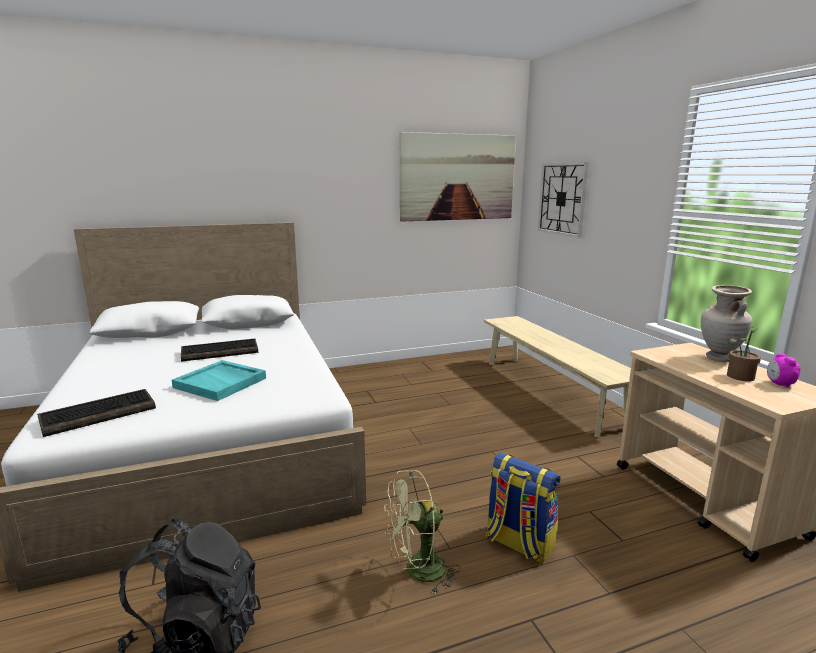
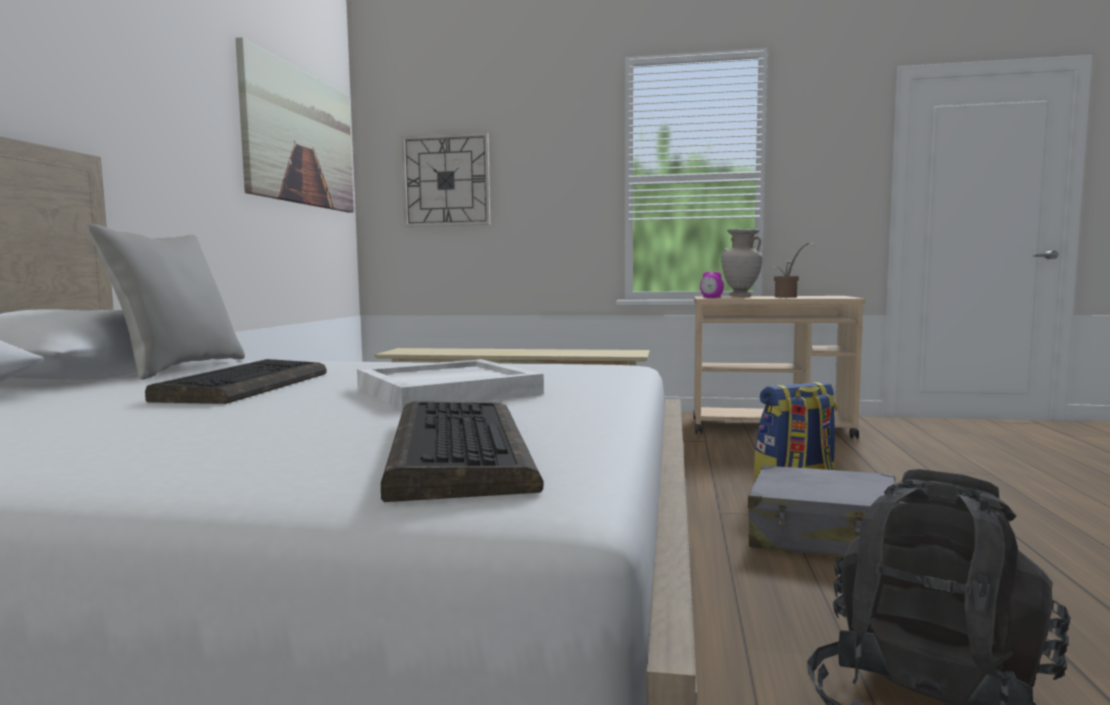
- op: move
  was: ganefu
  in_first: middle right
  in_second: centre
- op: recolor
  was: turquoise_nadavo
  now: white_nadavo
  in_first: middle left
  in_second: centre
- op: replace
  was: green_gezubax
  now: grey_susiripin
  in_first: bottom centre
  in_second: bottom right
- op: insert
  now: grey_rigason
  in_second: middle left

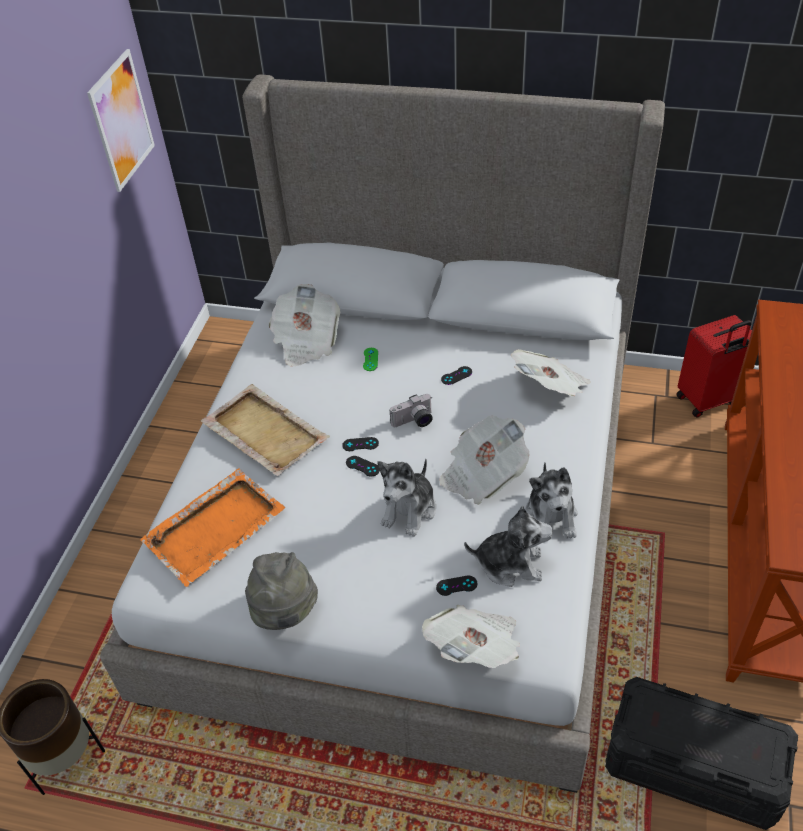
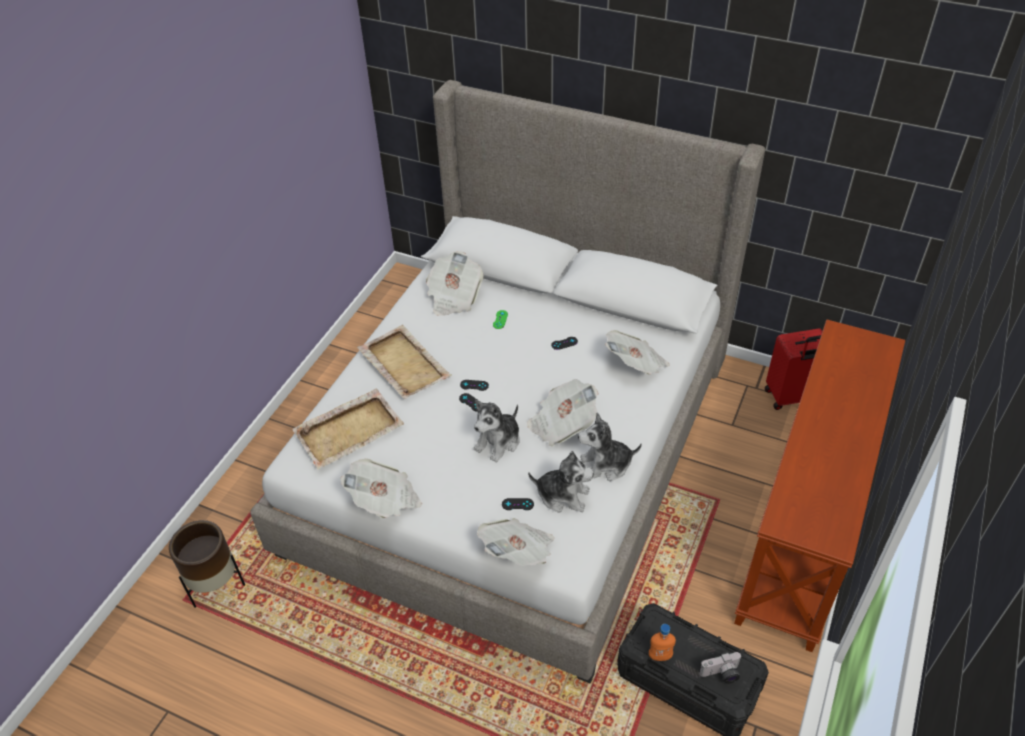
- op: delete
  was: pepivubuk
  in_first: top left
- op: move
  was: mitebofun
  in_first: centre
  in_second: bottom right
- op: rotate
  was: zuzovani (3rd from left)
  in_first: middle right
  in_second: centre
  clockwise: 75
- op: recolor
  was: orange_nadavo
  now: beige_nadavo (1st from left)
  in_first: middle left
  in_second: centre
- op: replace
  was: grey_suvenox
  now: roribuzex (1st from left)
  in_first: bottom centre
  in_second: centre
- op: insert
  now: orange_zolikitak
  in_second: bottom centre

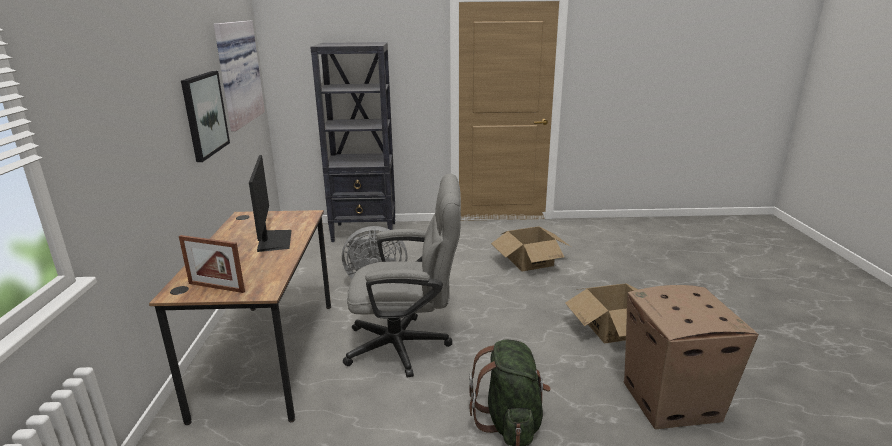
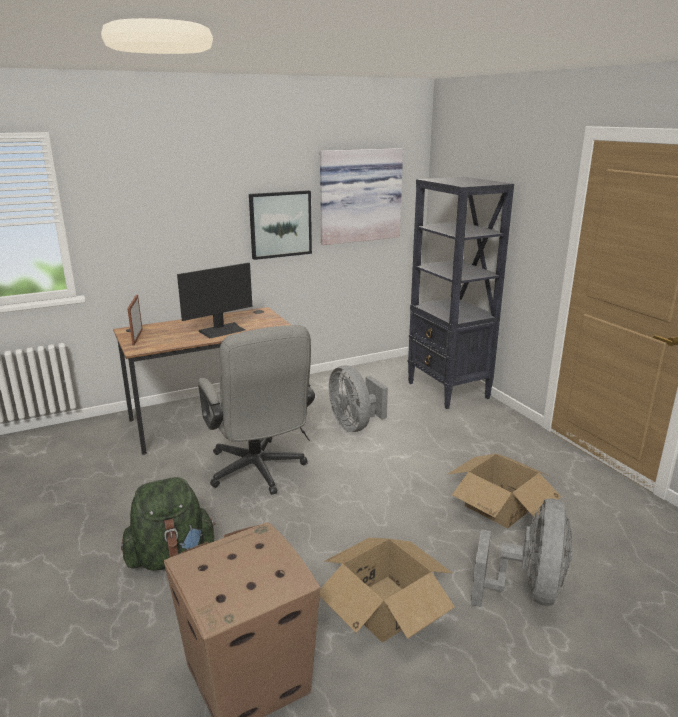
- op: insert
  now: grey_gezubax (2nd from left)
  in_second: bottom right

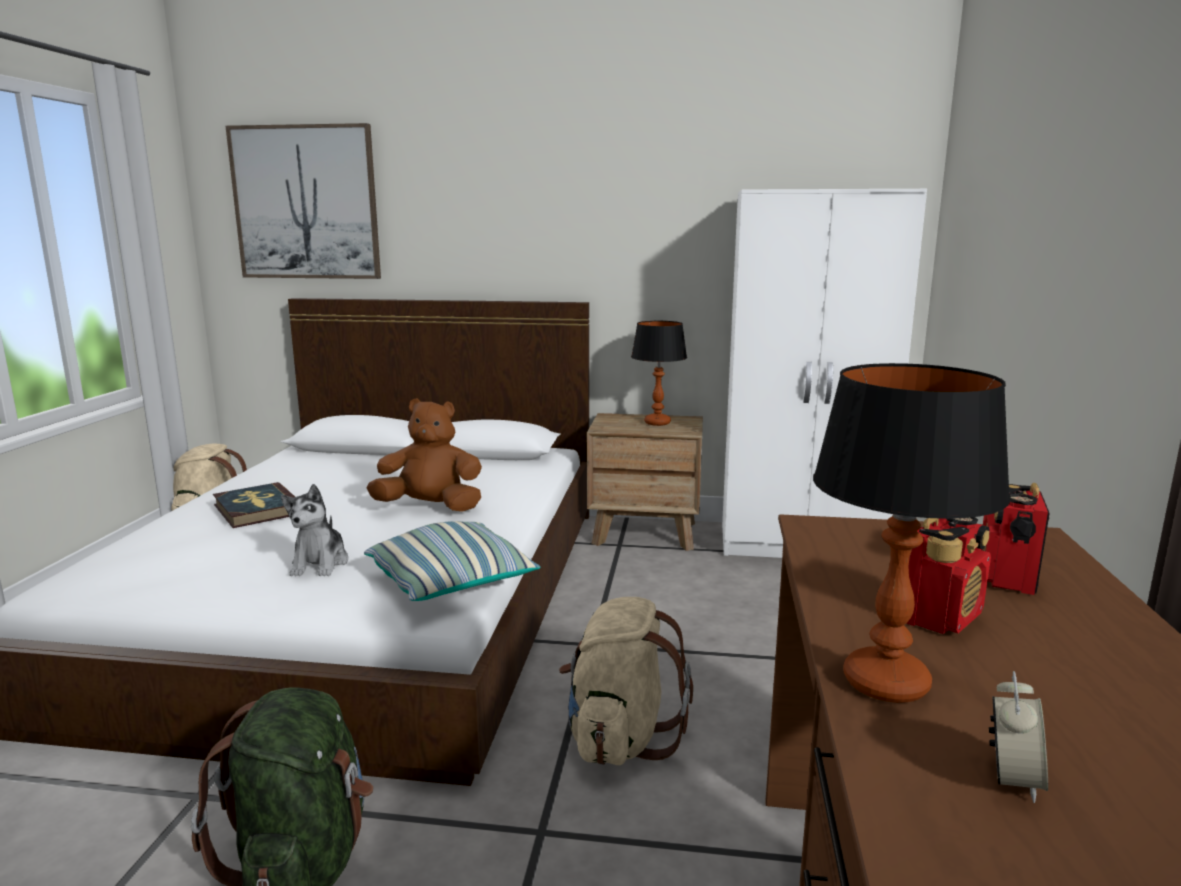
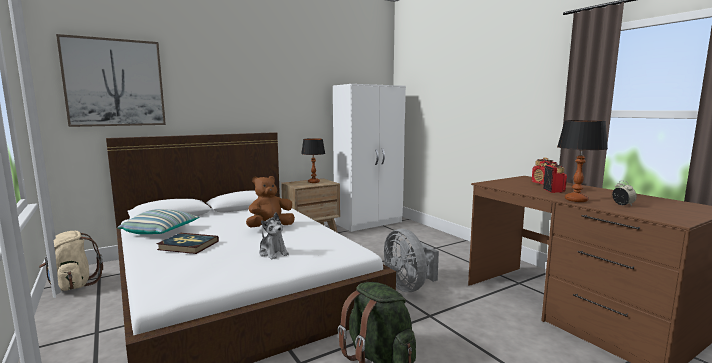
- op: move
  was: rigason
  in_first: centre
  in_second: middle left
- op: replace
  was: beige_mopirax (2nd from left)
  now: grey_gezubax
  in_first: bottom centre
  in_second: bottom centre

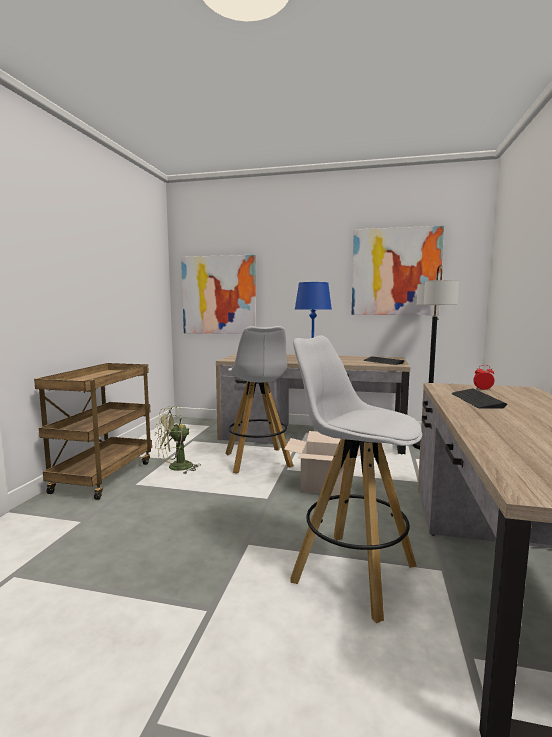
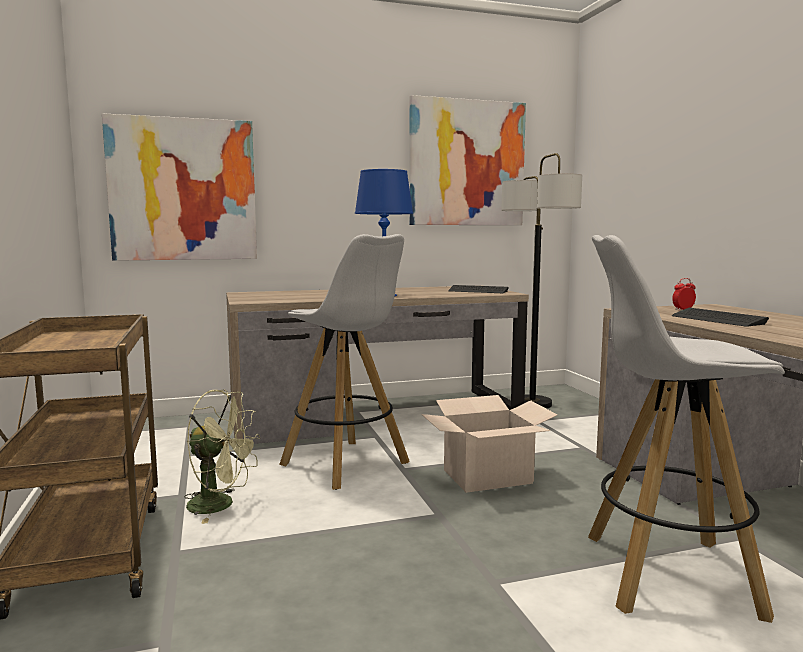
- op: rotate
  was: green_gezubax
  in_first: middle left
  in_second: bottom left
  clockwise: -105

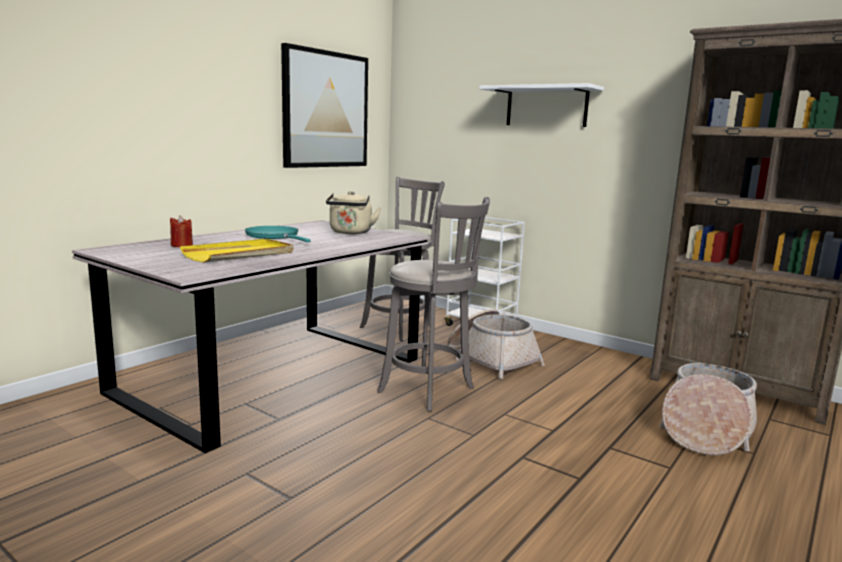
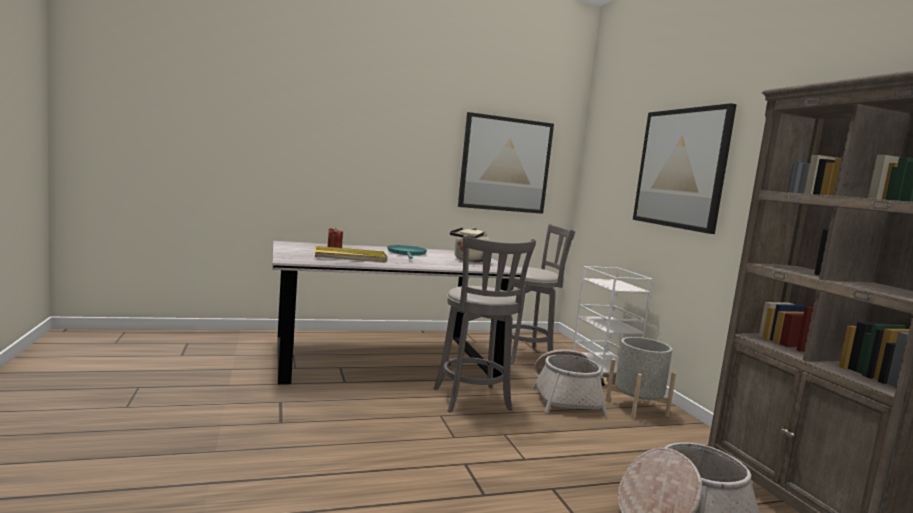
- op: replace
  was: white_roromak
  now: pepivubuk (2nd from left)
  in_first: top centre
  in_second: top right
- op: insert
  now: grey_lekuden
  in_second: bottom right

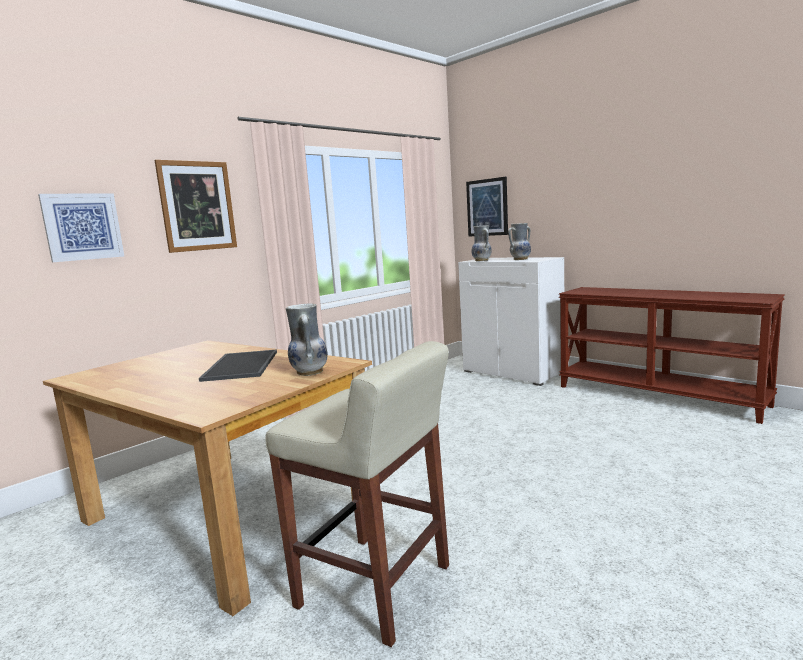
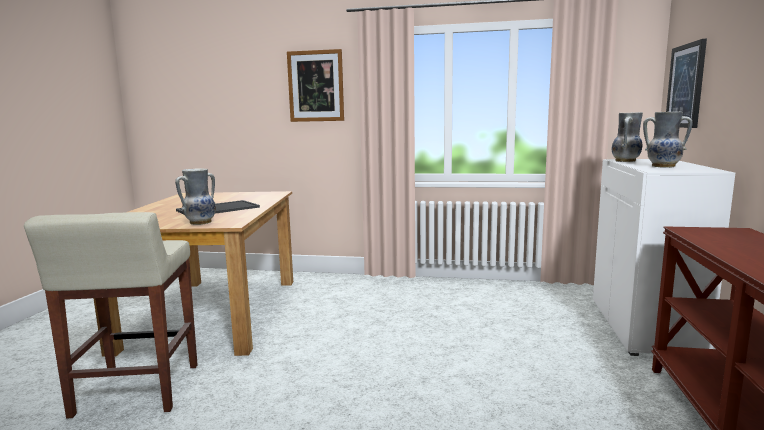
- op: delete
  was: pepivubuk (1st from left)
  in_first: middle left

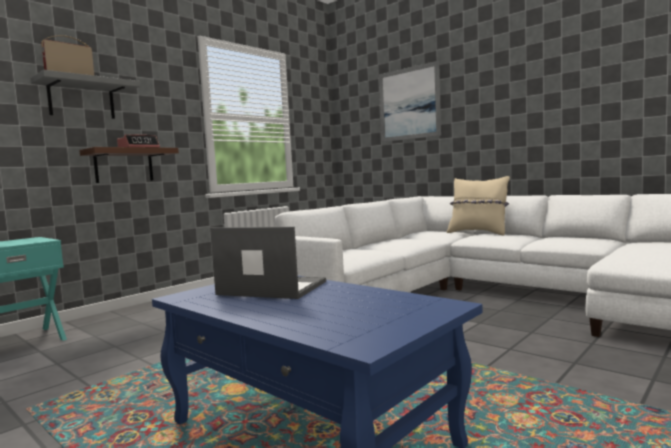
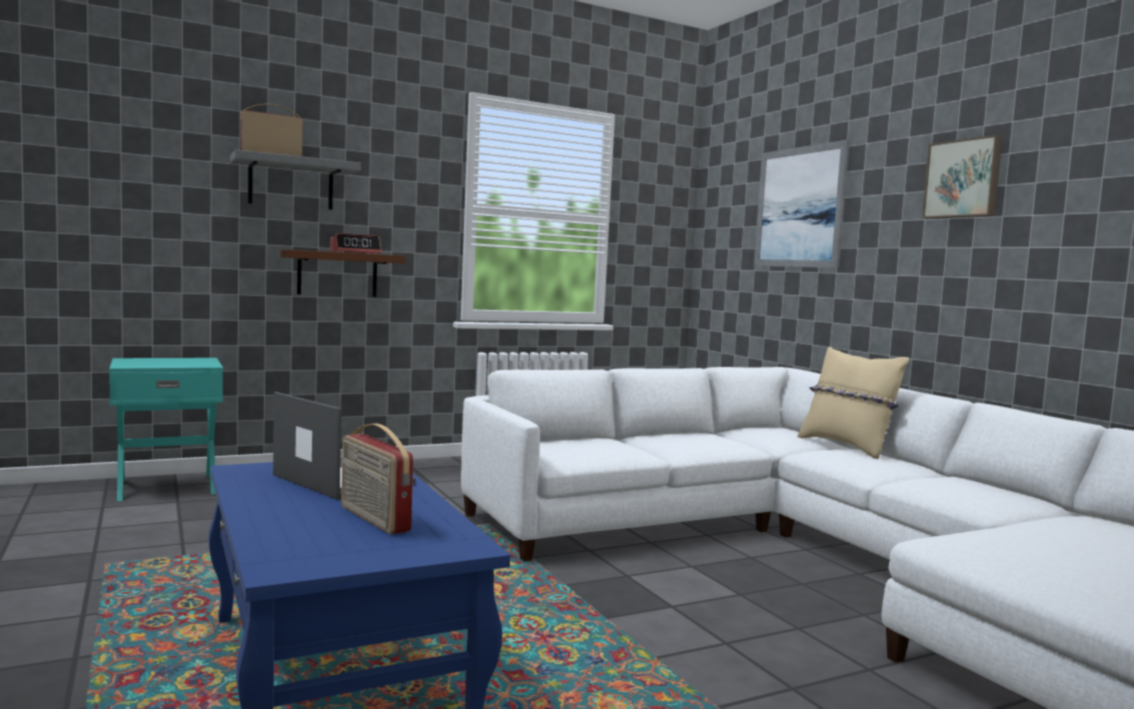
- op: insert
  now: pepivubuk (2nd from left)
  in_second: top right
- op: insert
  now: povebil (2nd from left)
  in_second: bottom left

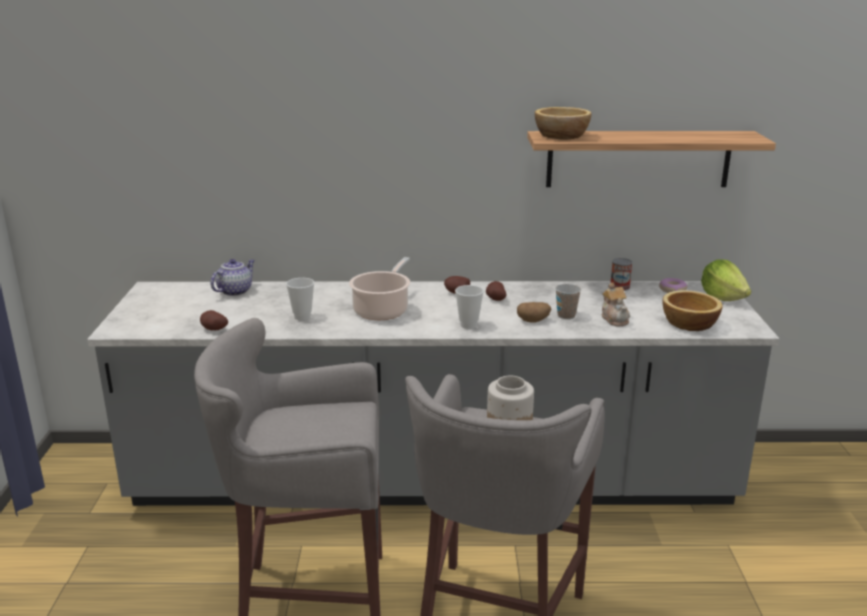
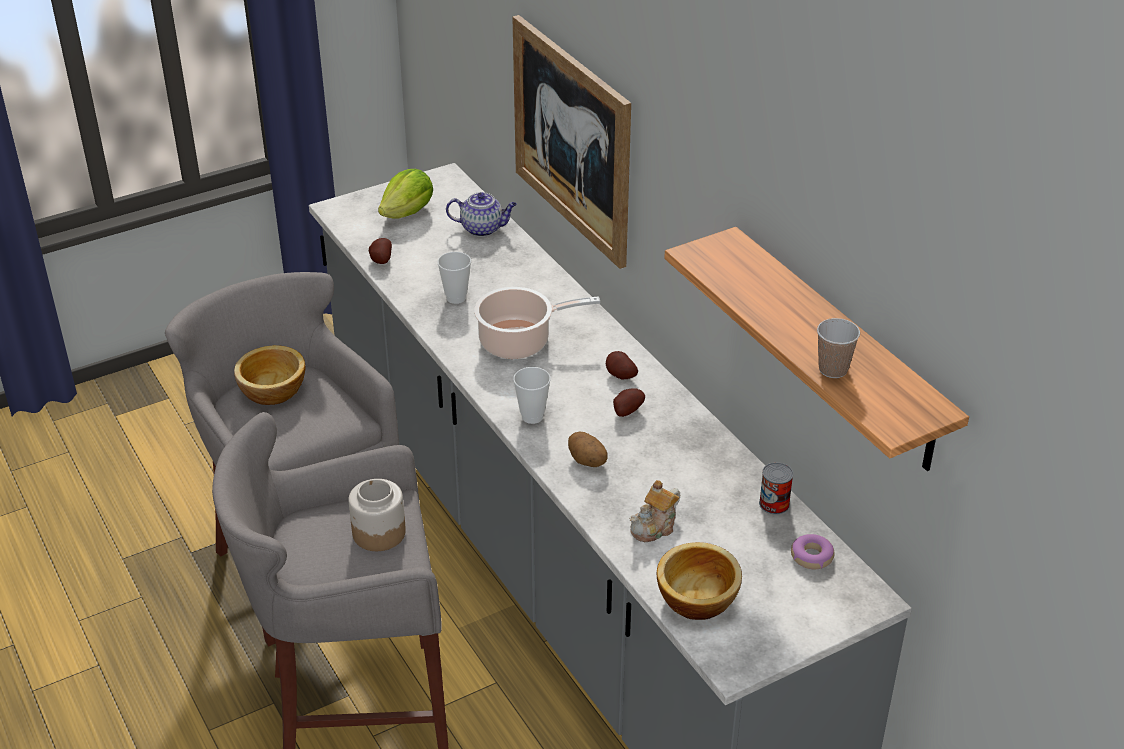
- op: move
  was: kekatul (1st from left)
  in_first: top centre
  in_second: middle left
- op: move
  was: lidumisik
  in_first: middle right
  in_second: top centre
- op: move
  was: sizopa (3rd from left)
  in_first: centre
  in_second: middle right
- op: insert
  now: pepivubuk
  in_second: top centre

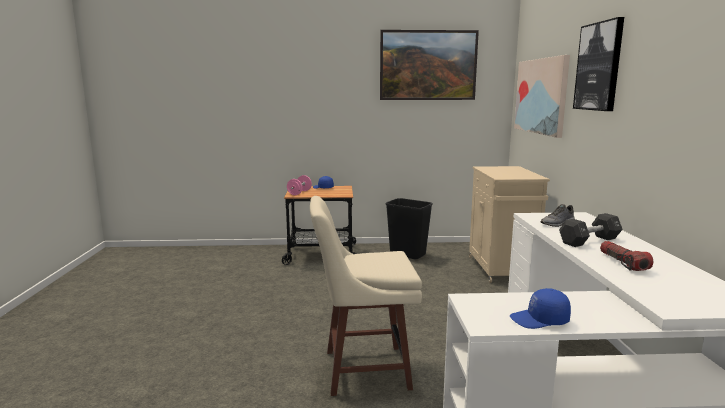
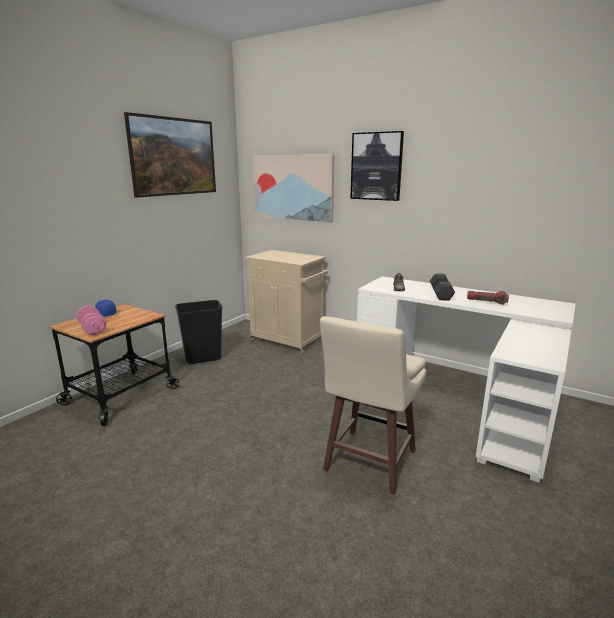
- op: delete
  was: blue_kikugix (2nd from left)
  in_first: bottom right

